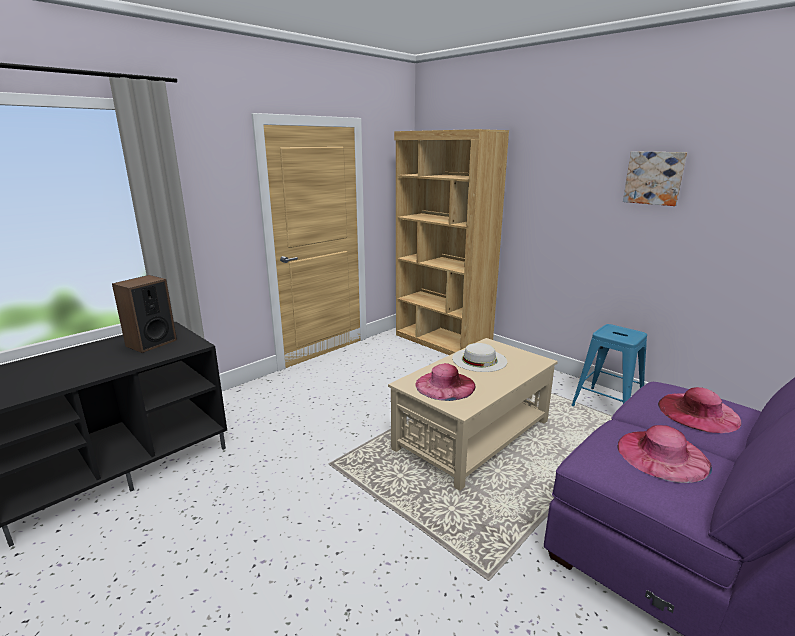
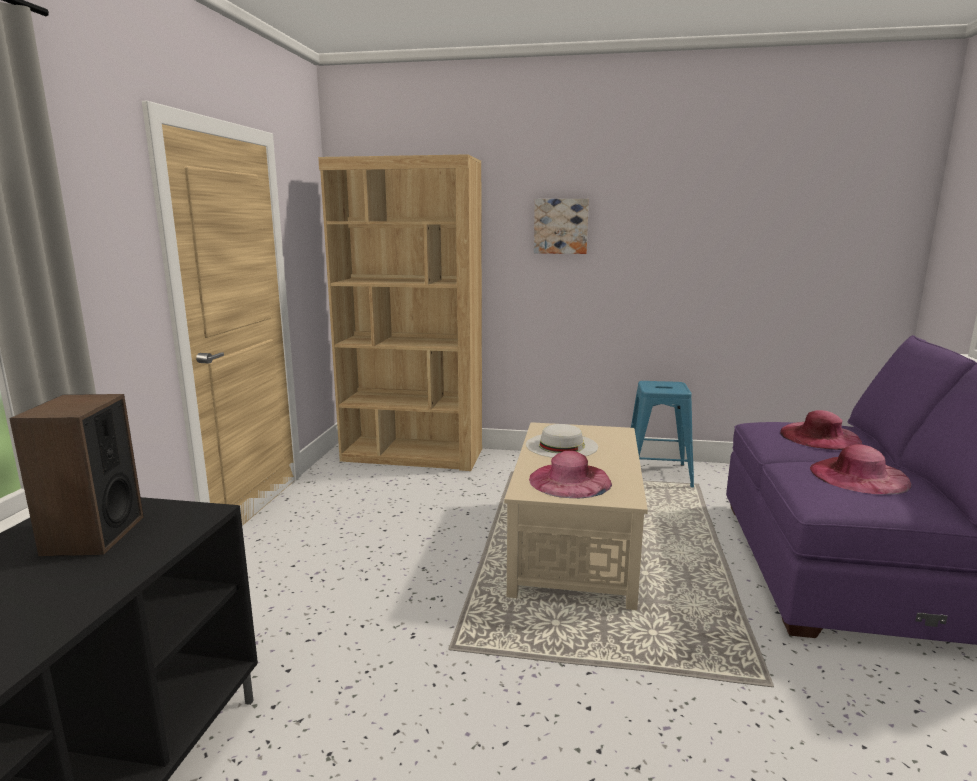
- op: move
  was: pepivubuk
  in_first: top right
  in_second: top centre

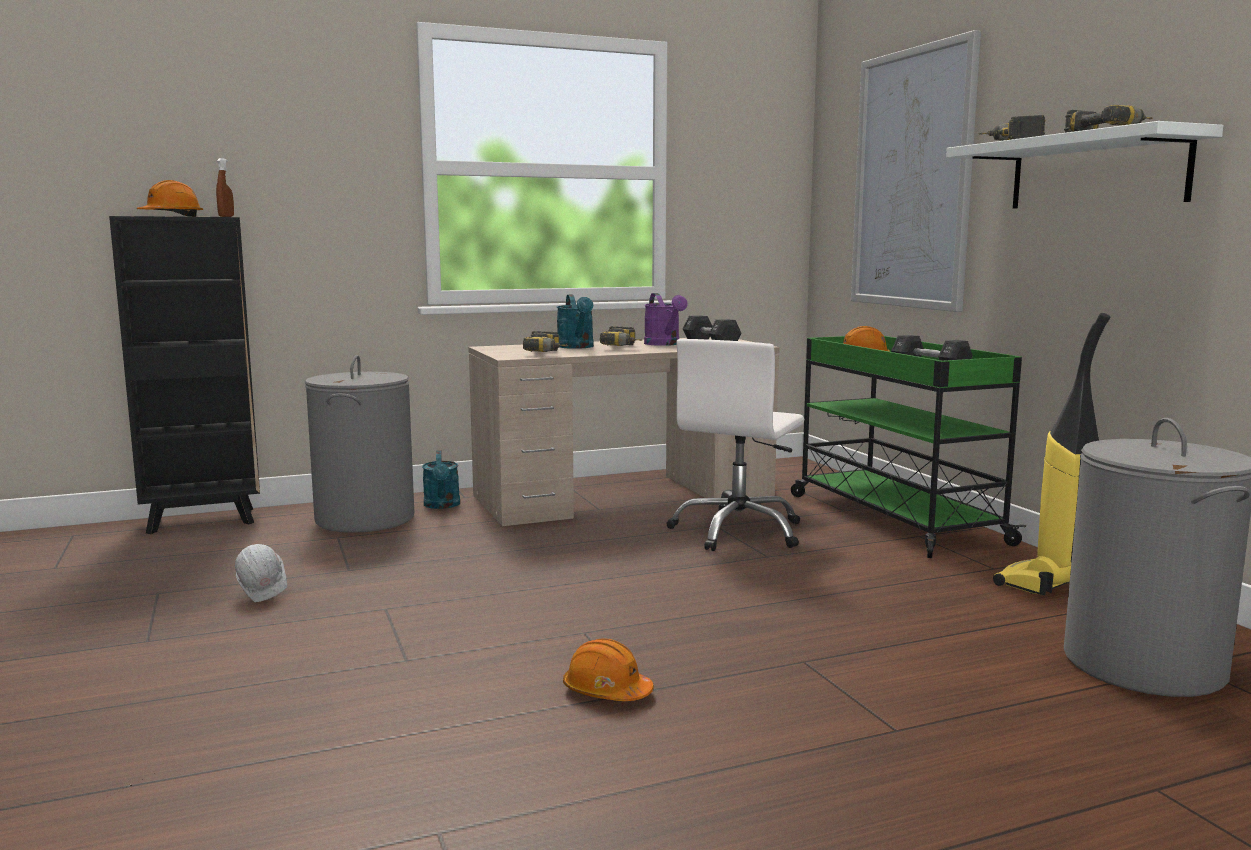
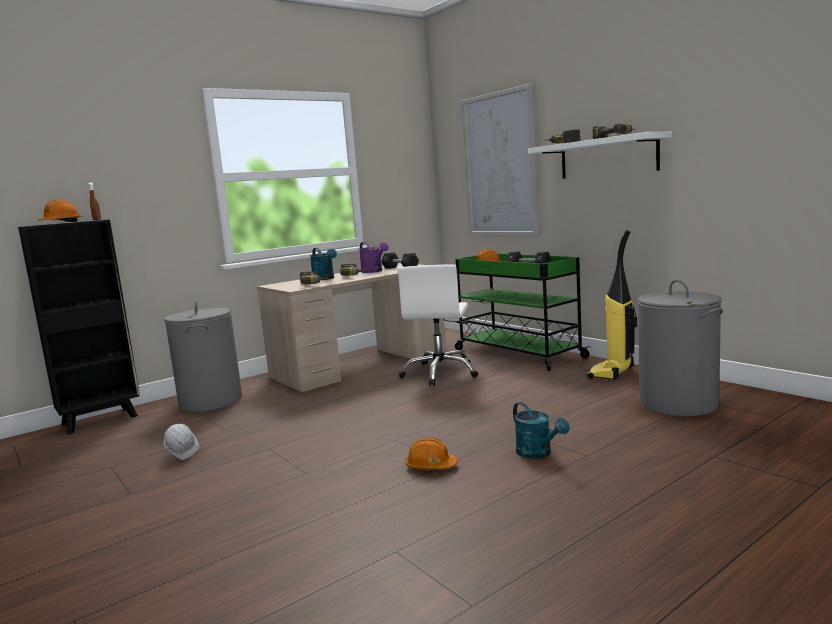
- op: move
  was: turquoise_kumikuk (1st from left in the first image)
  now: turquoise_kumikuk (2nd from left)
  in_first: centre
  in_second: bottom centre

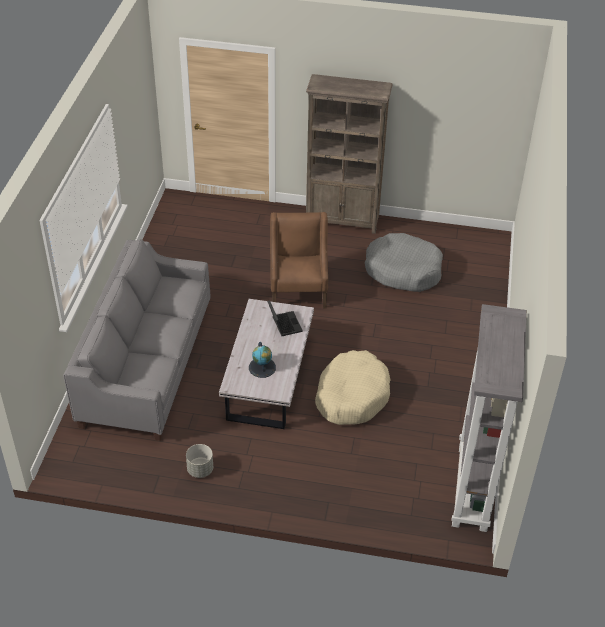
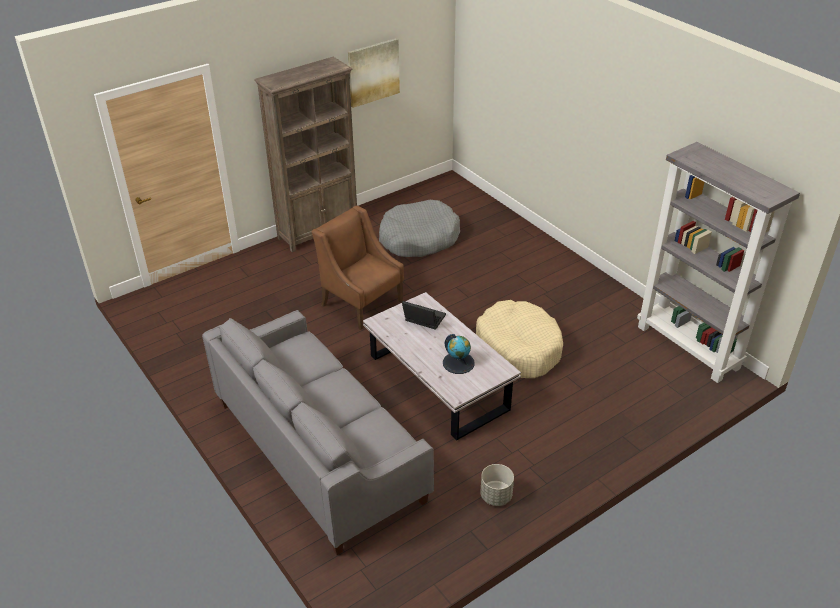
- op: insert
  now: pepivubuk
  in_second: top centre

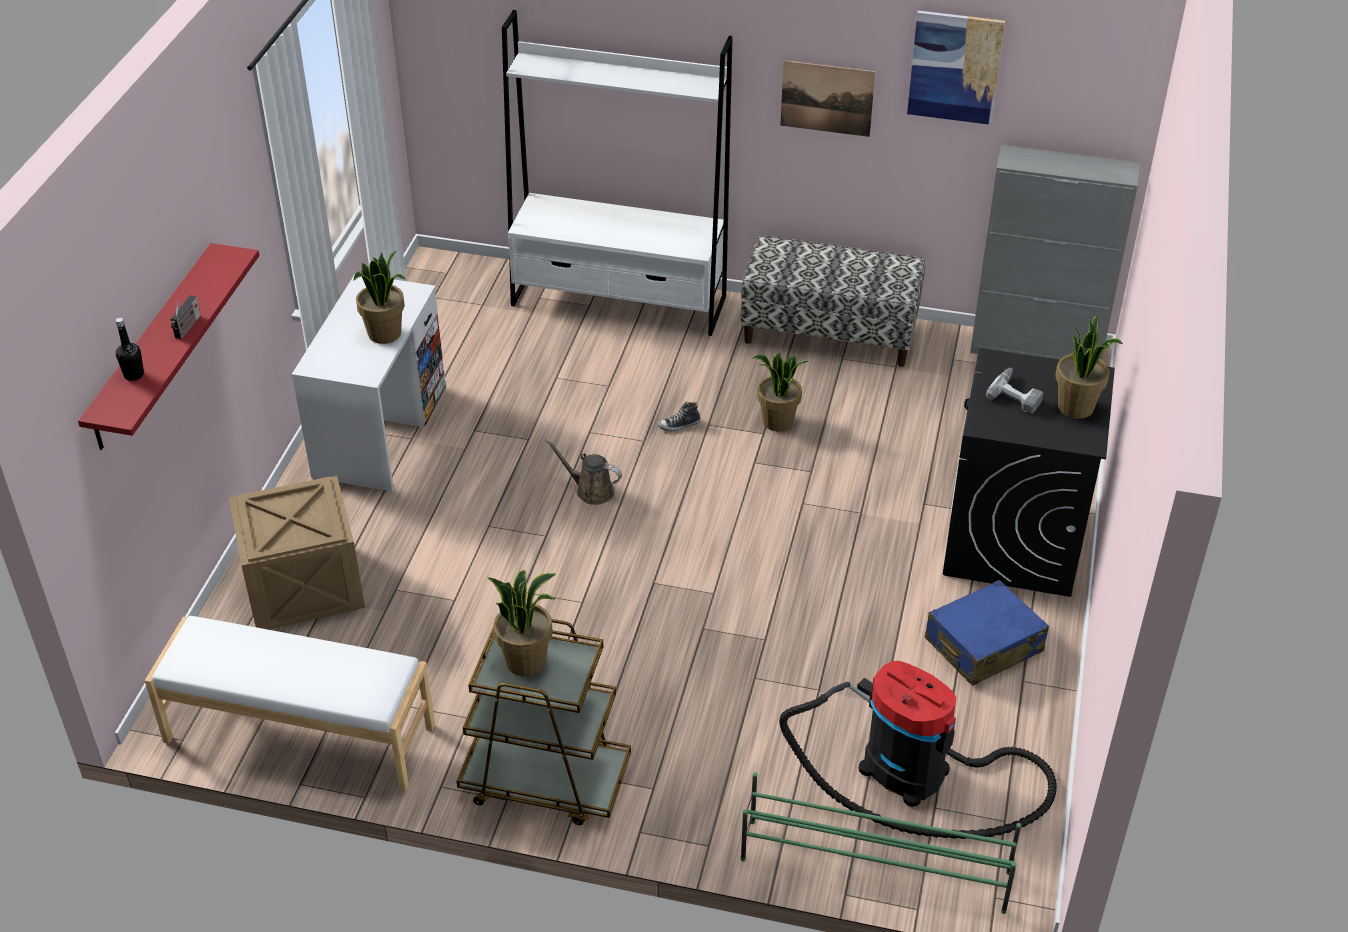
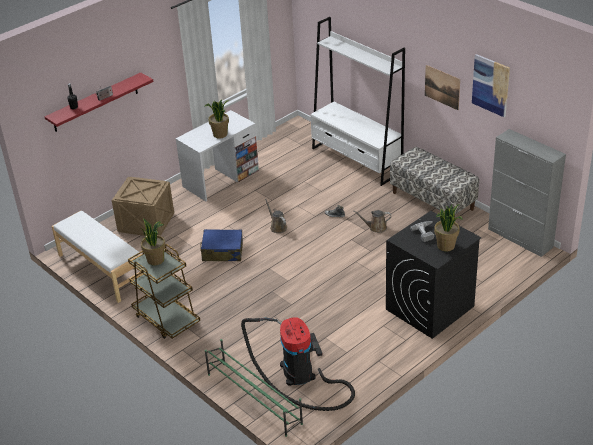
- op: replace
  was: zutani (3rd from left)
  now: brown_kumikuk (2nd from left)
  in_first: centre
  in_second: centre
- op: move
  was: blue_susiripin
  in_first: bottom right
  in_second: centre

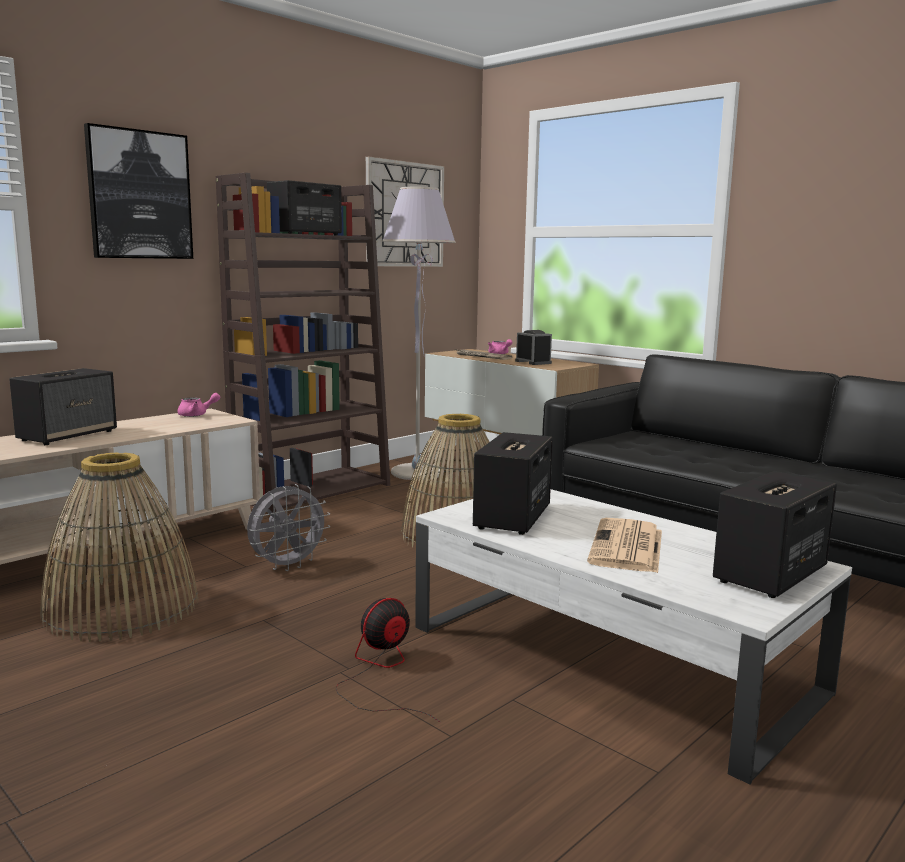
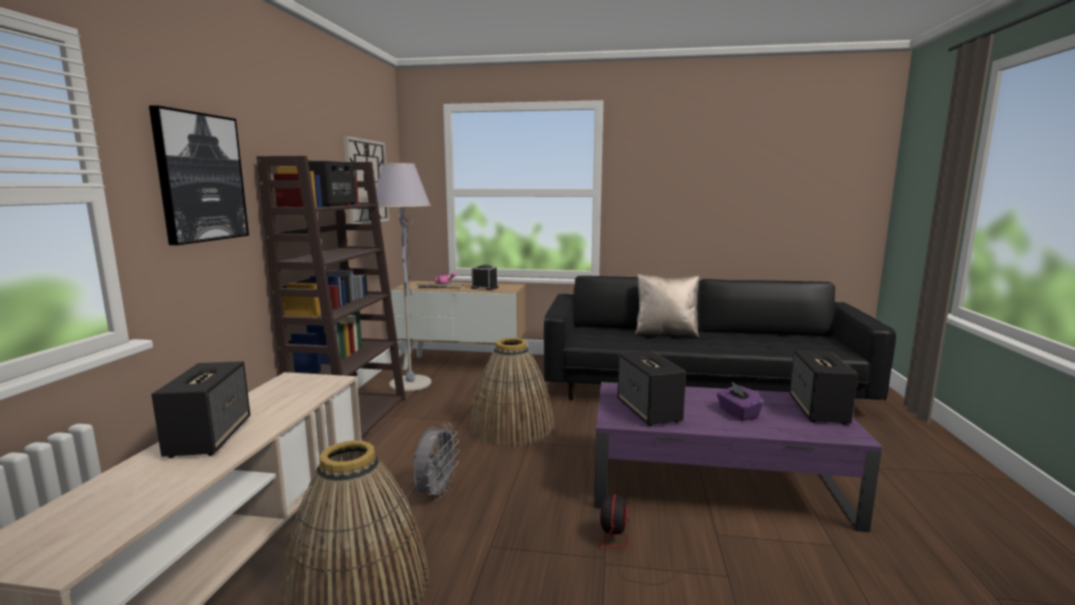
- op: delete
  was: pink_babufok (1st from left)
  in_first: middle left
- op: recolor
  was: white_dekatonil
  now: purple_dekatonil
  in_first: bottom right
  in_second: bottom right
- op: replace
  was: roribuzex (2nd from left)
  now: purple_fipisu
  in_first: middle right
  in_second: middle right
- op: insert
  now: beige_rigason
  in_second: centre

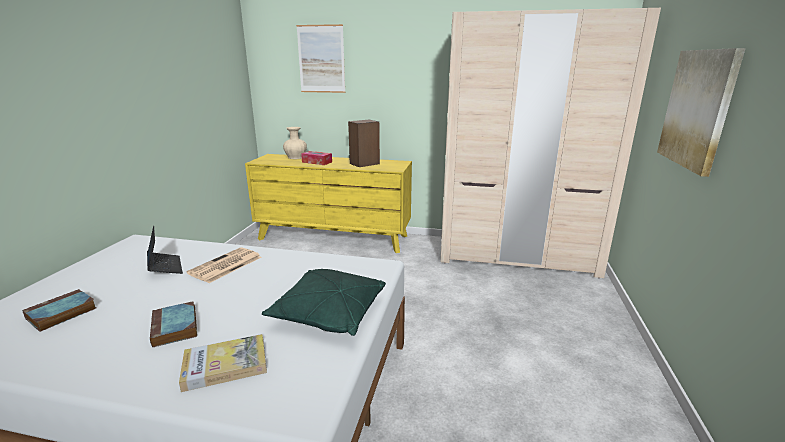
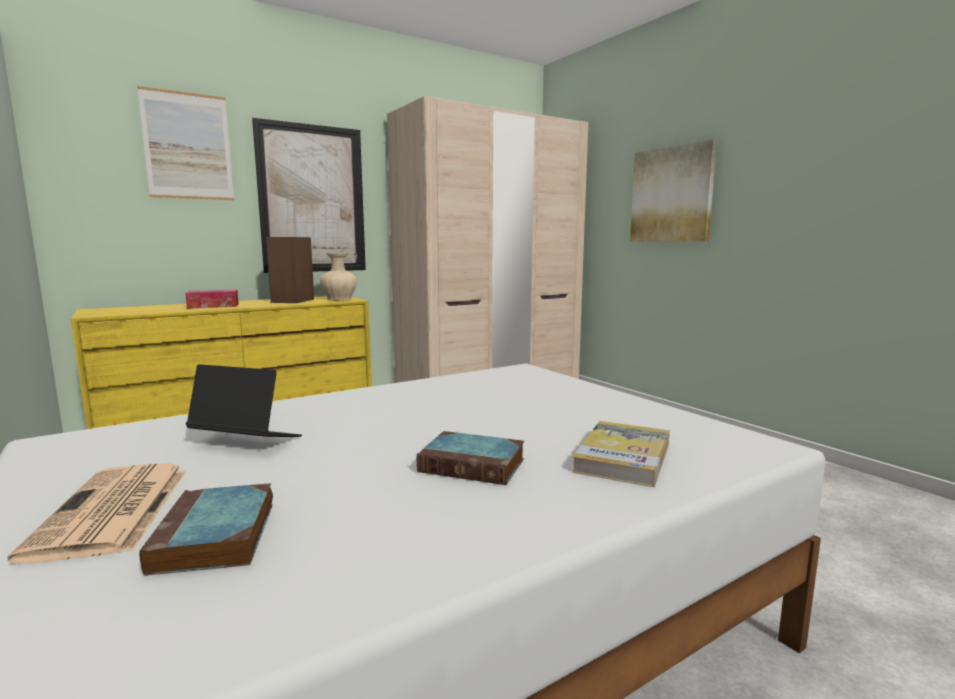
- op: move
  was: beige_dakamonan
  in_first: top centre
  in_second: centre
- op: move
  was: roribuzex
  in_first: middle left
  in_second: bottom left
- op: delete
  was: green_rigason
  in_first: bottom centre
- op: insert
  now: pepivubuk (2nd from left)
  in_second: top left

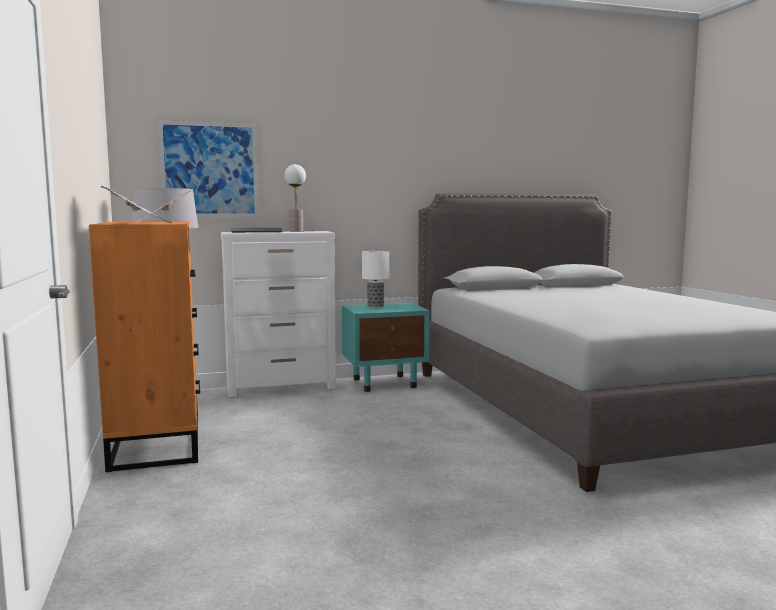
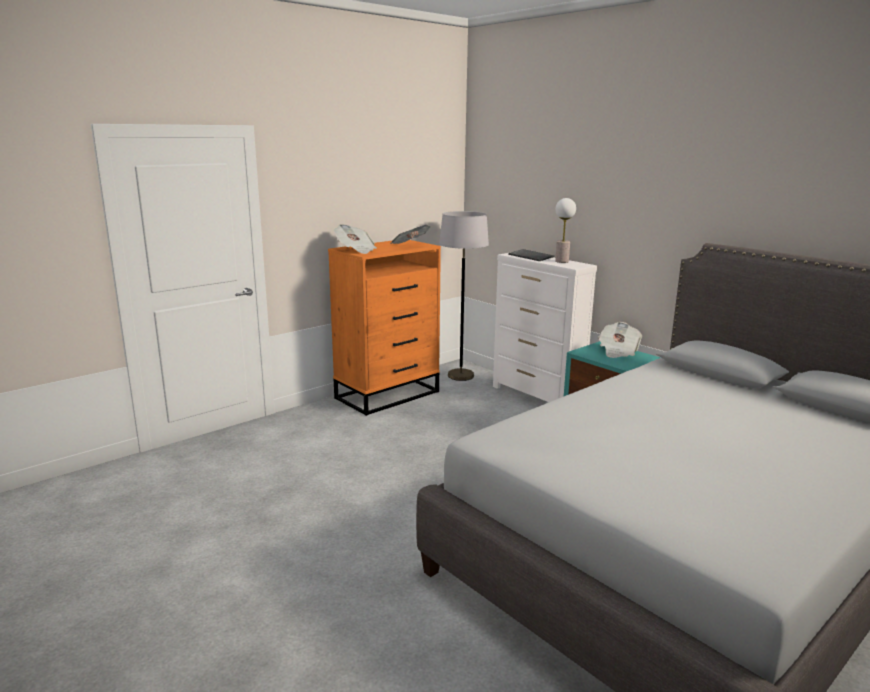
- op: delete
  was: pepivubuk
  in_first: top left
- op: replace
  was: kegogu (2nd from left)
  now: roribuzex (3rd from left)
  in_first: centre
  in_second: middle right

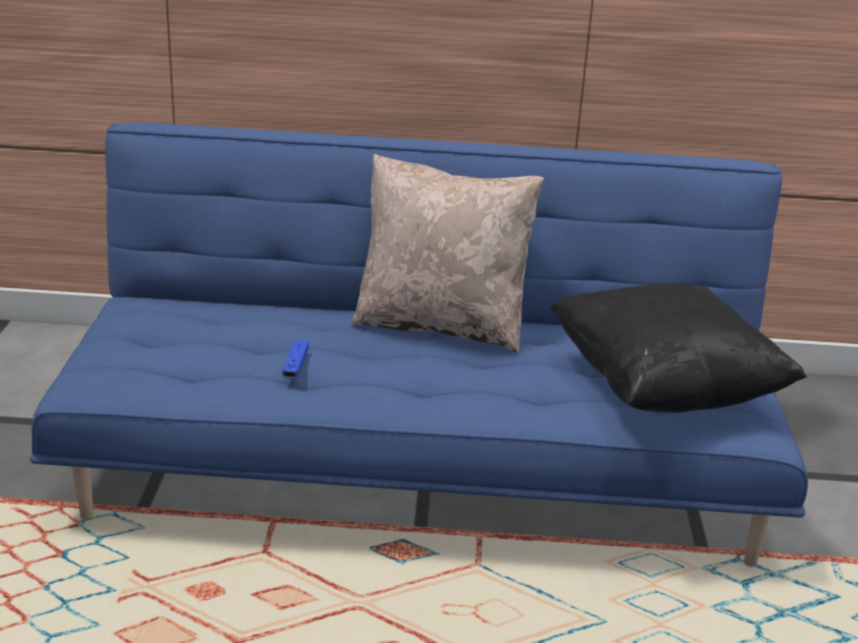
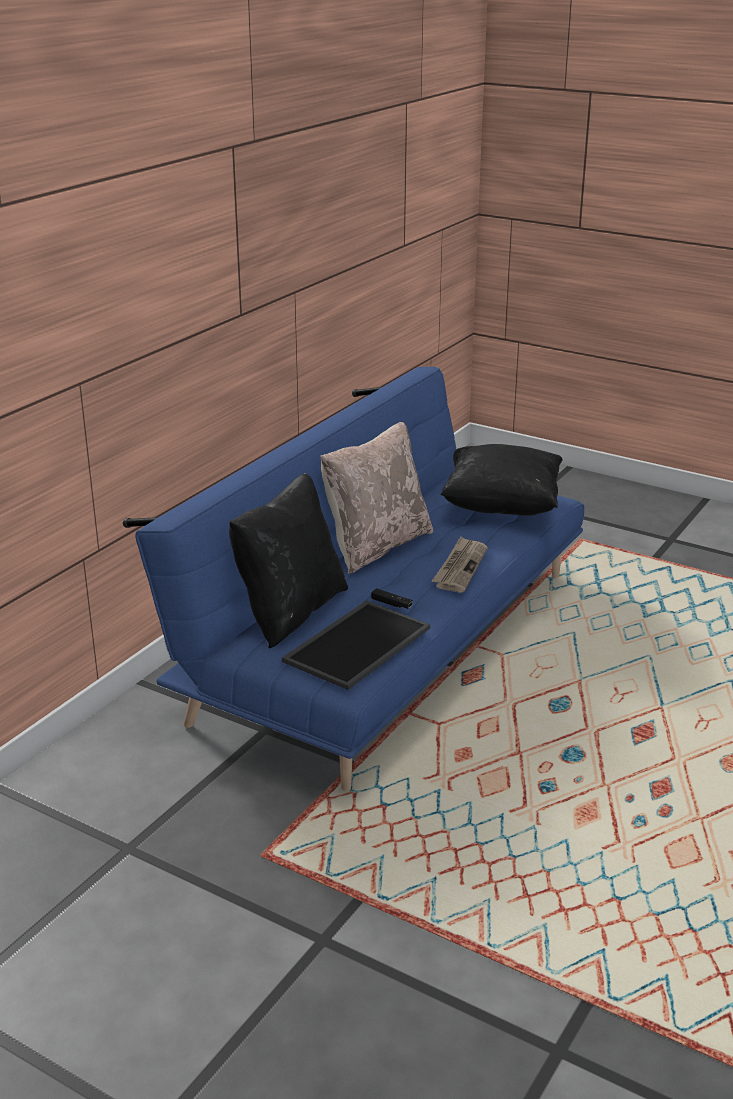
- op: recolor
  was: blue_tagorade
  now: black_tagorade
  in_first: centre
  in_second: centre
- op: insert
  now: black_rigason (1st from left)
  in_second: centre
- op: insert
  now: roribuzex
  in_second: centre
- op: insert
  now: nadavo
  in_second: centre

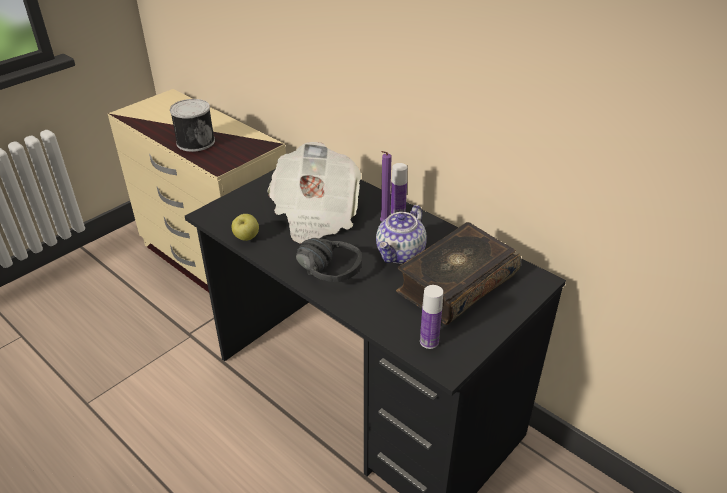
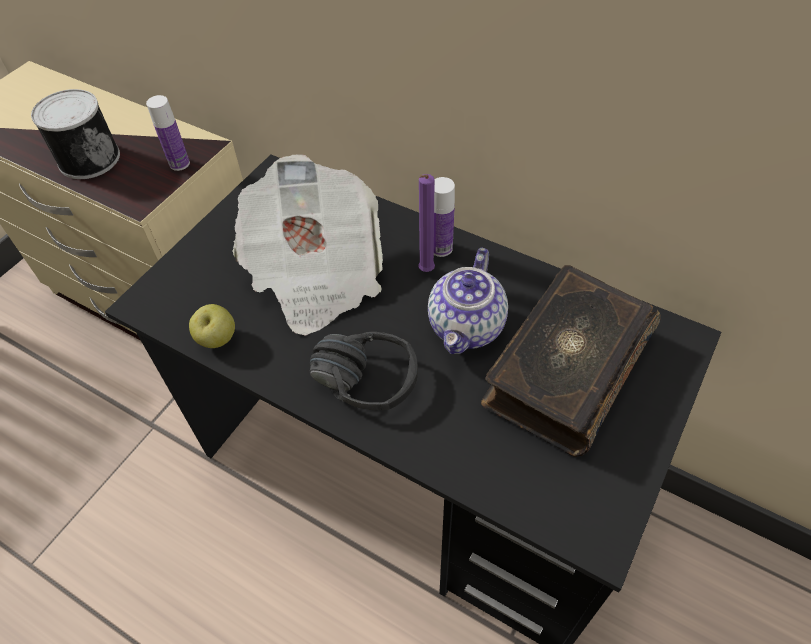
- op: move
  was: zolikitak (2nd from left in the first image)
  now: zolikitak (1st from left)
  in_first: centre
  in_second: top left

